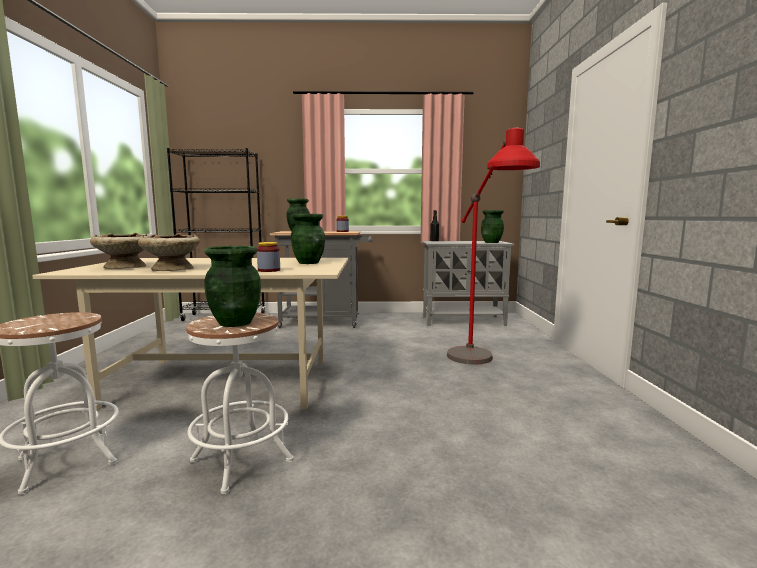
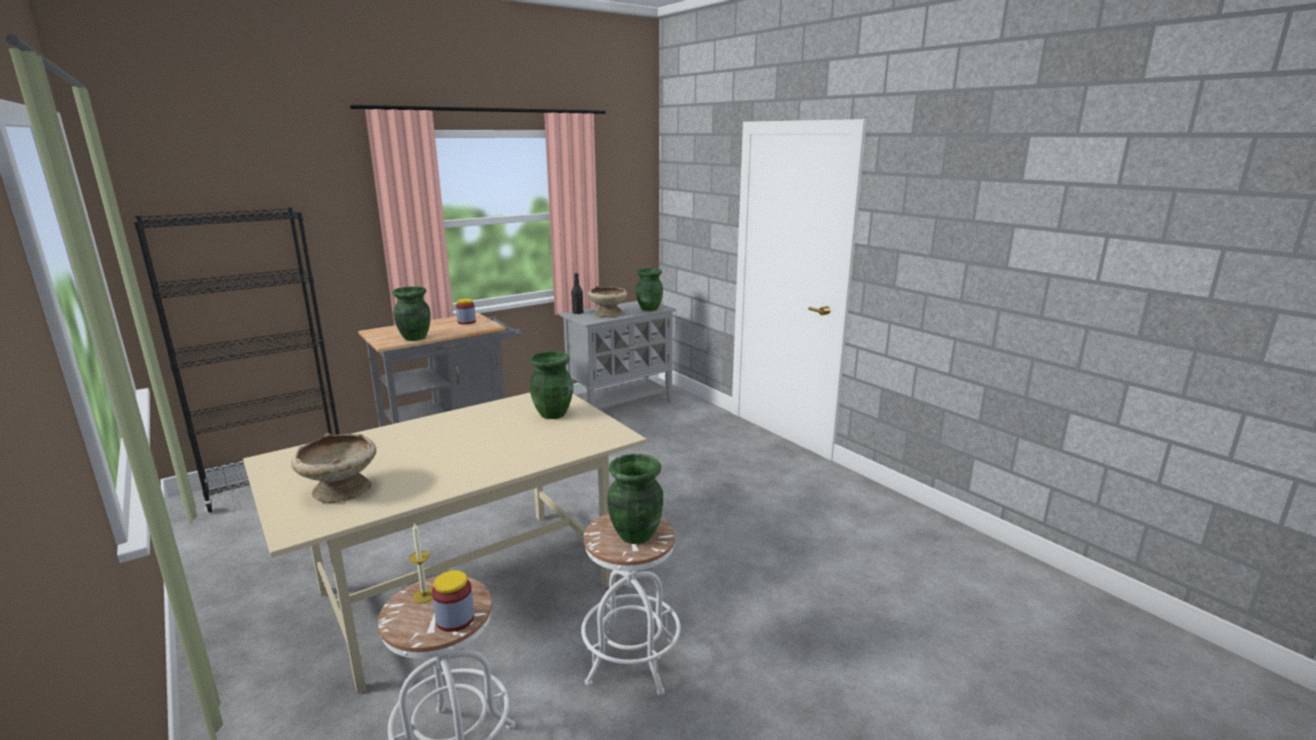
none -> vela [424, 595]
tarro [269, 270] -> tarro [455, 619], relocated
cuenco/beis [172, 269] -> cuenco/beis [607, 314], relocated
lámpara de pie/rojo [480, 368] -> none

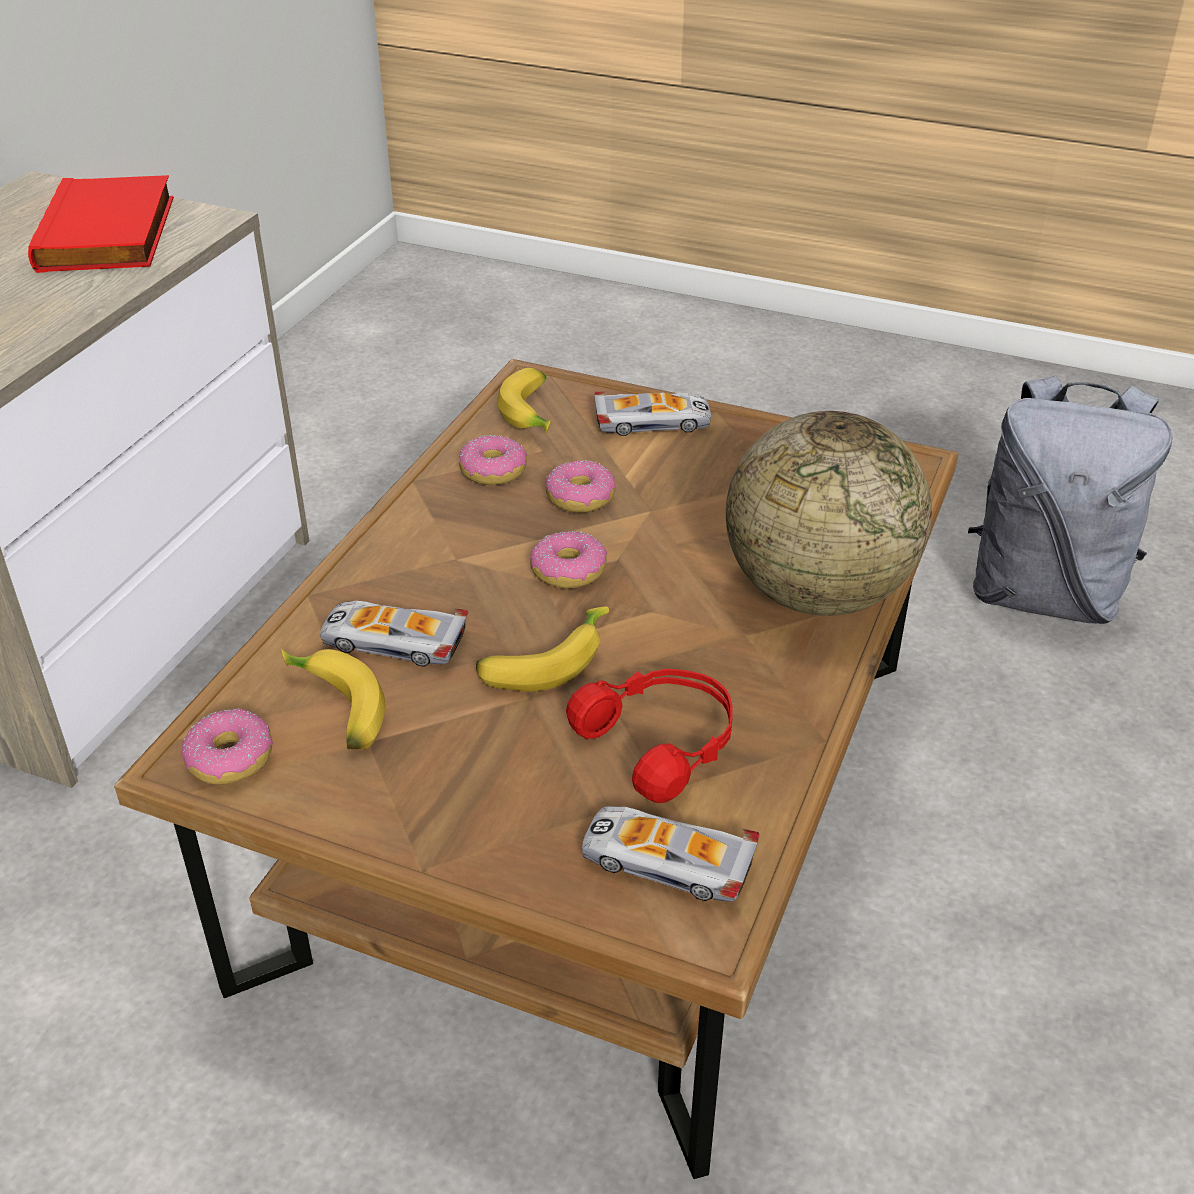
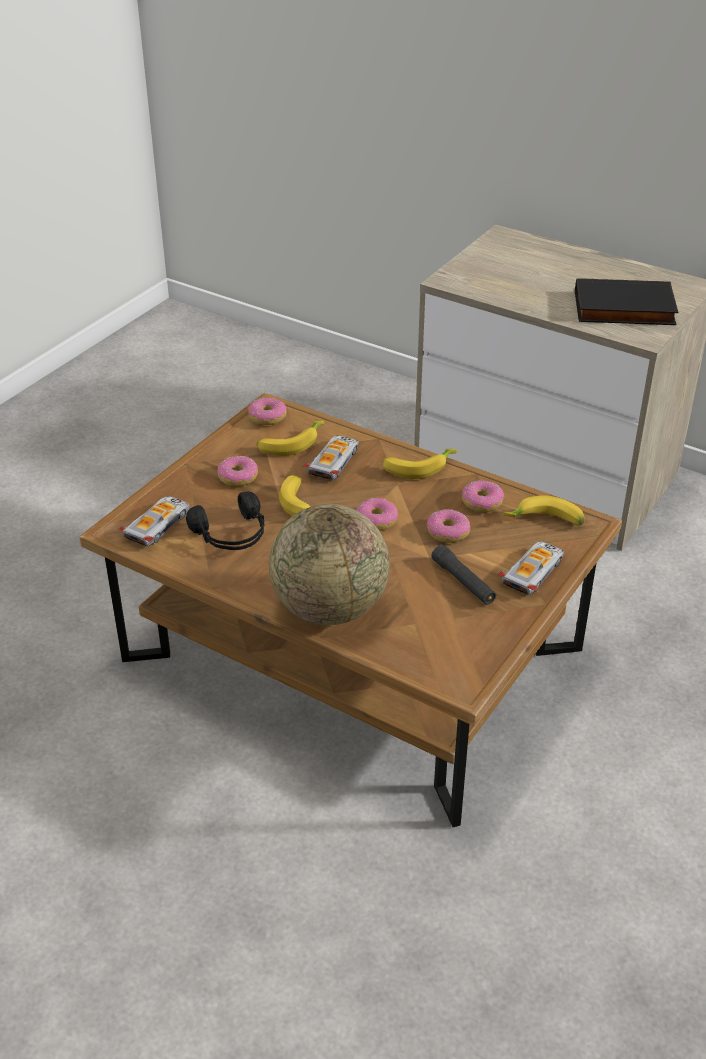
auriculares/rojo [661, 742] -> auriculares/negro [232, 535]
none -> rosquilla [238, 477]
none -> plátano [417, 467]
none -> linterna/negro [463, 582]
coche de juguete [652, 421] -> coche de juguete [533, 572], 150 degrees counterclockwise
libro/rojo [111, 234] -> libro/negro [623, 309]
mochila/gris [1043, 594] -> none

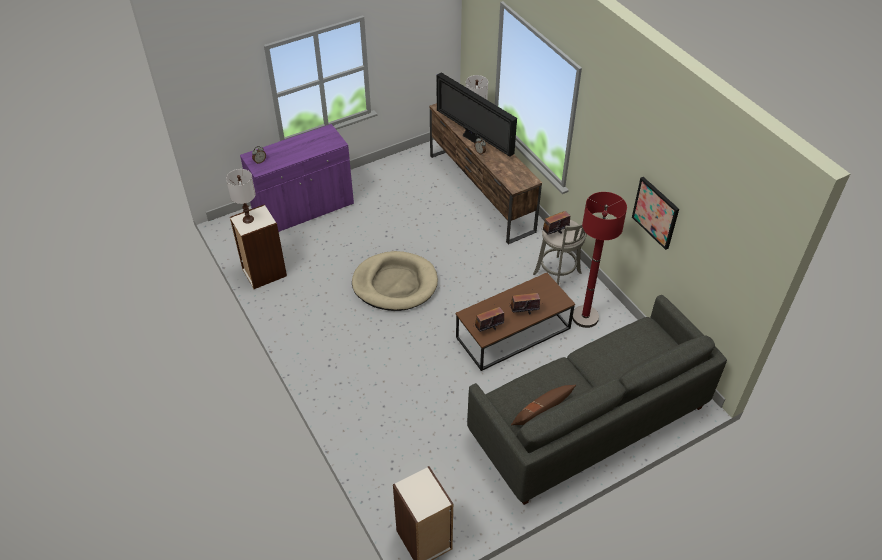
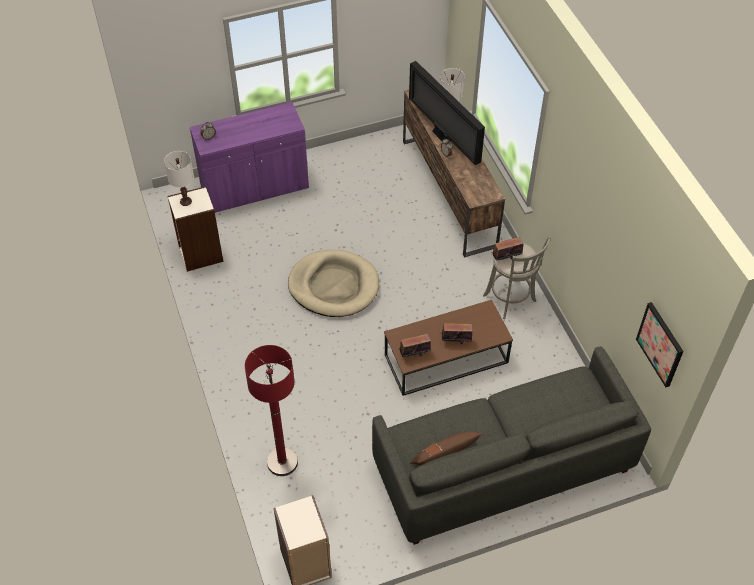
lámpara de pie/rojo [585, 317] -> lámpara de pie/rojo [282, 462], relocated
cuadro [656, 212] -> cuadro [660, 344], relocated

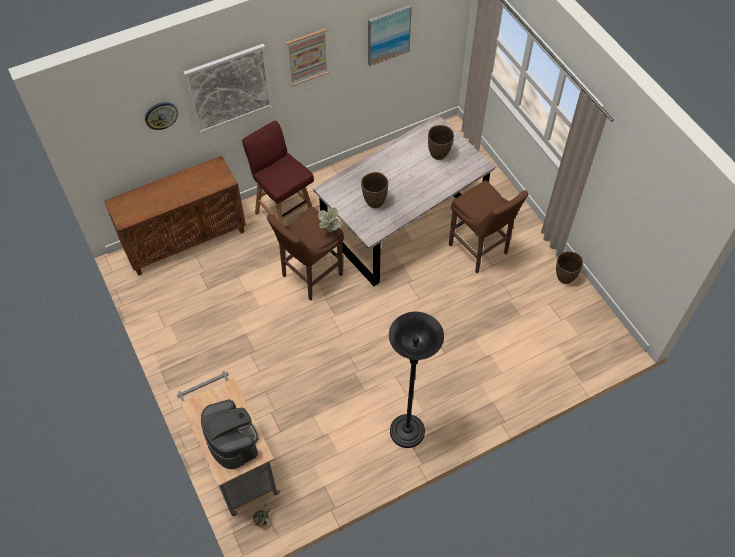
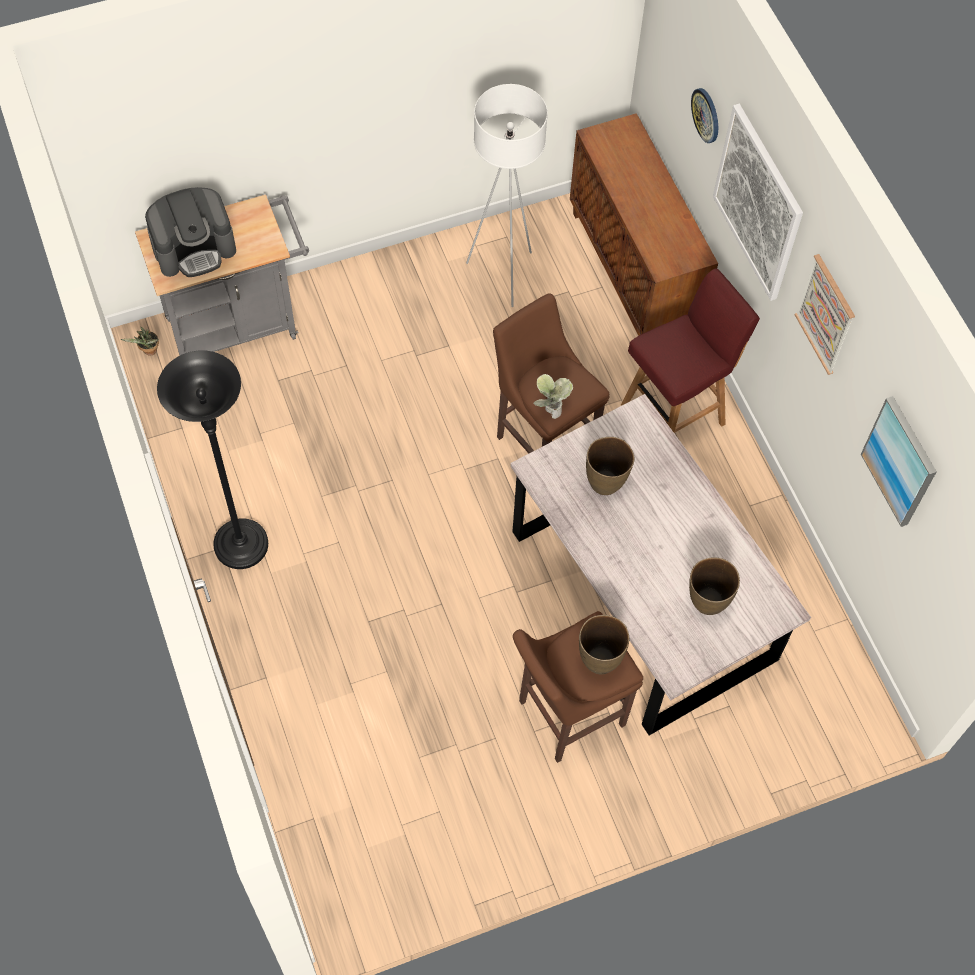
none -> lámpara de pie/blanco [503, 275]
florero/marrón [564, 278] -> florero/marrón [599, 660], relocated

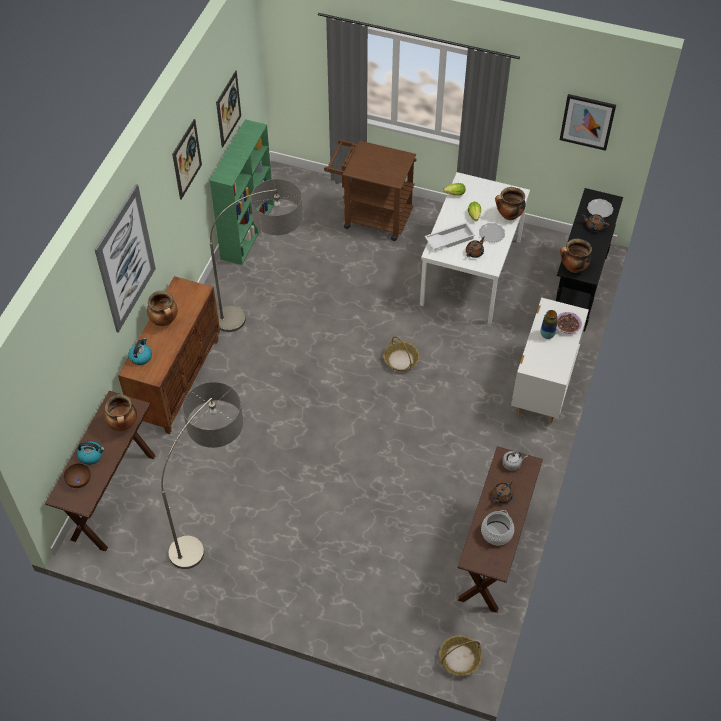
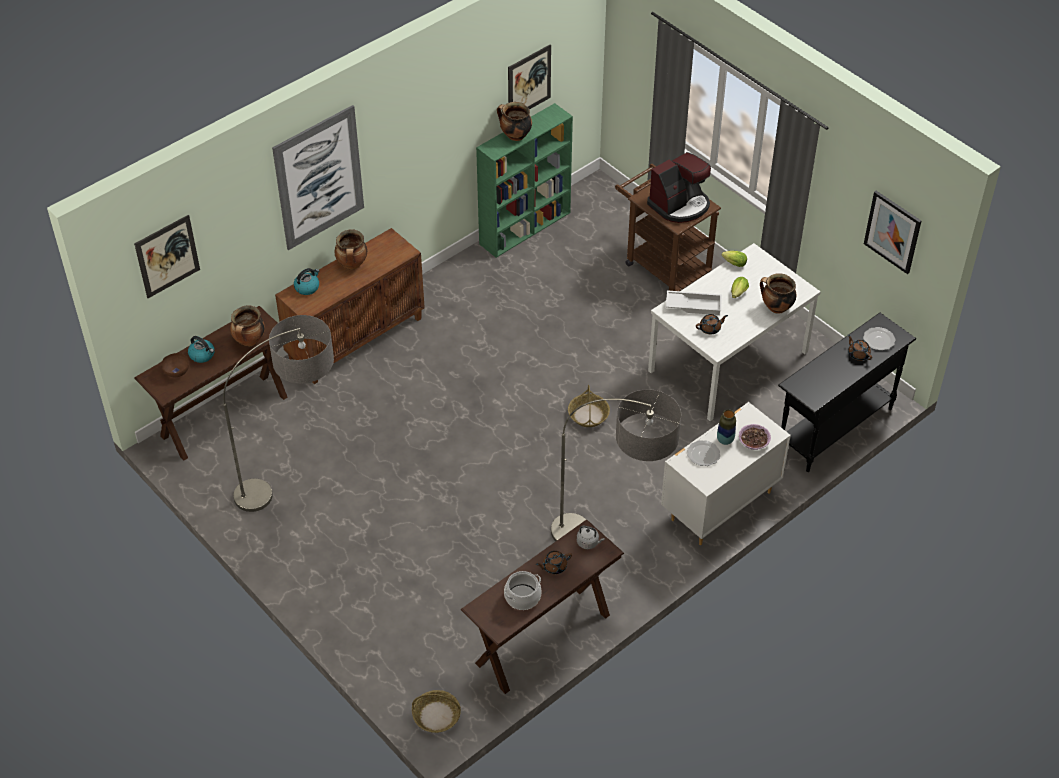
cuadro [187, 159] -> cuadro [167, 256], relocated
olla [573, 268] -> olla [515, 136], relocated
lámpara de pie [267, 315] -> lámpara de pie [615, 544], relocated
none -> cafetera [680, 205]
plato [491, 233] -> plato [703, 454], relocated

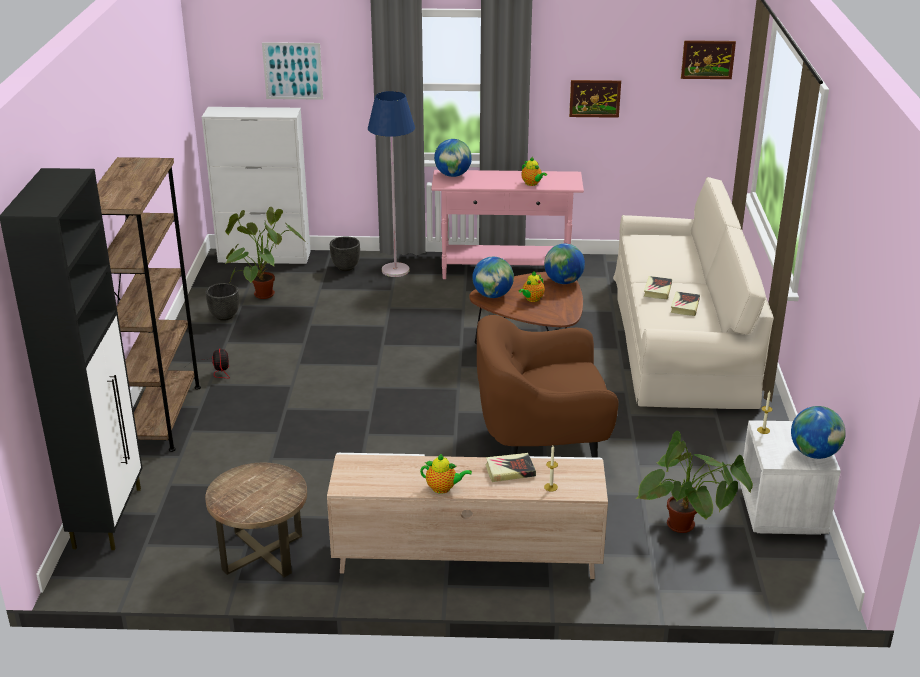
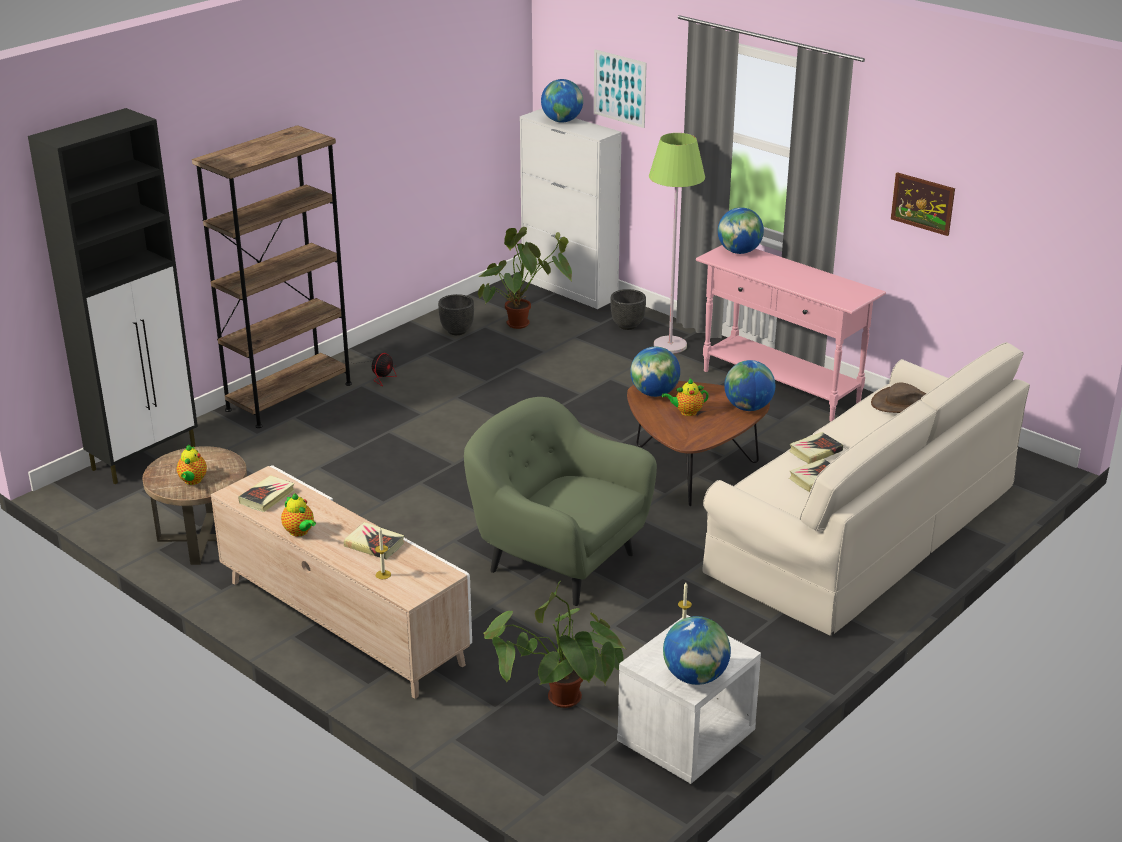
tetera [532, 184] -> tetera [192, 481], relocated
none -> libro [267, 497]
sillón/marrón [541, 441] -> sillón/verde [557, 560]
none -> globo terráqueo [562, 121]
lámpara de pie/azul [395, 270] -> lámpara de pie/verde [670, 345]
none -> sombrero/marrón [903, 405]
cuadro [707, 59] -> none

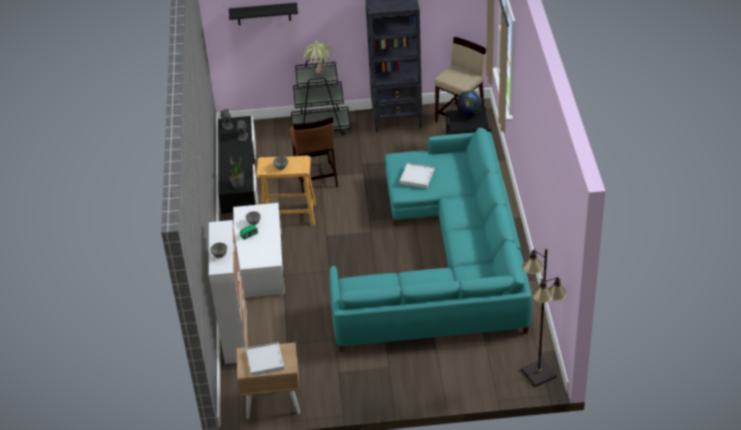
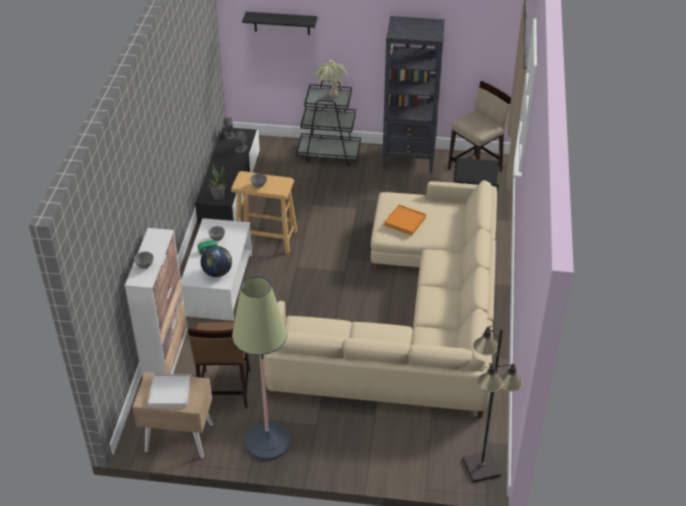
taburete/marrón [315, 178] -> taburete/marrón [224, 389], relocated
globo terráqueo [469, 113] -> globo terráqueo [217, 272], relocated
none -> lámpara de pie [267, 441]
sofá/turquesa [445, 261] -> sofá/beis [414, 318]
bandeja/blanco [417, 177] -> bandeja/naranja [405, 221]

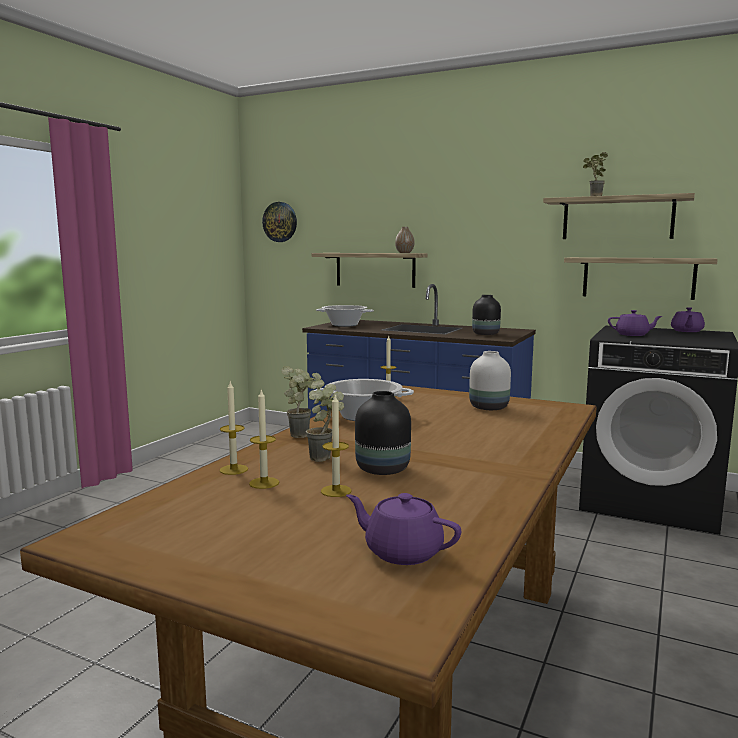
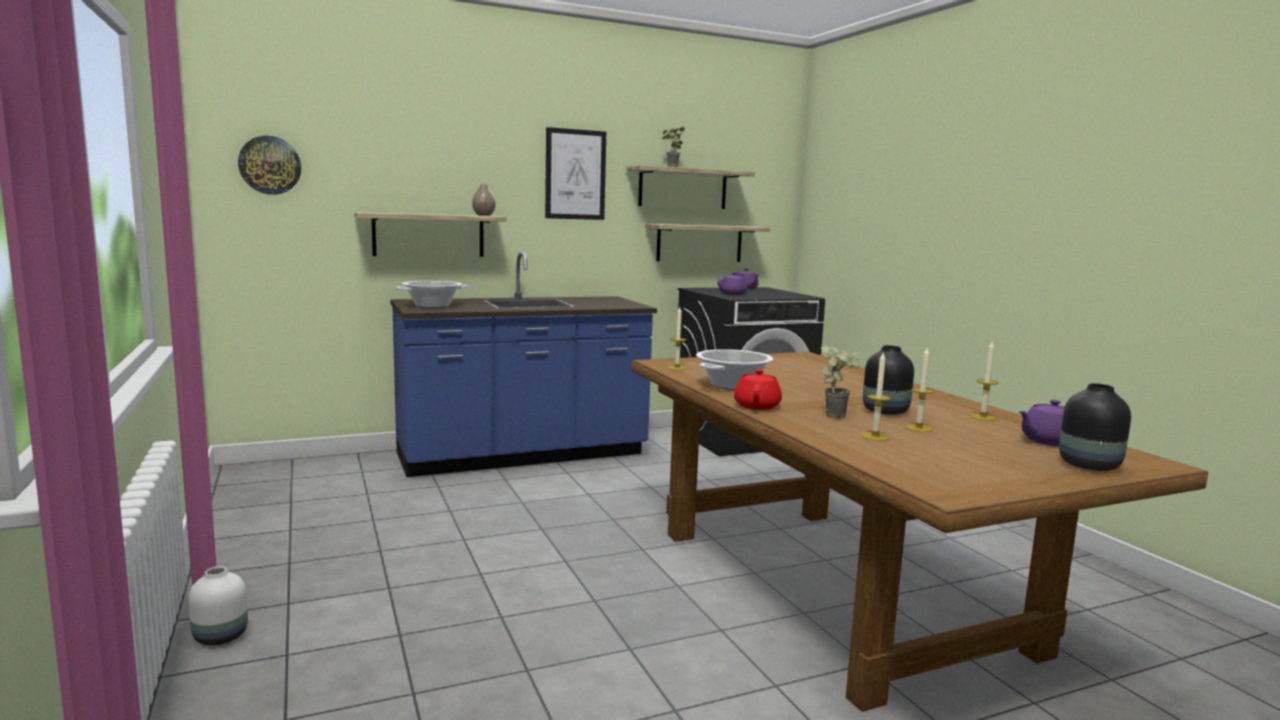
florero/blanco [487, 408] -> florero/blanco [219, 637], relocated
none -> cuadro [575, 174]
planta en maceta [303, 434] -> tetera/rojo [757, 406]
vela [233, 469] -> vela [983, 417], relocated
florero/negro [485, 334] -> florero/negro [1088, 466], relocated

